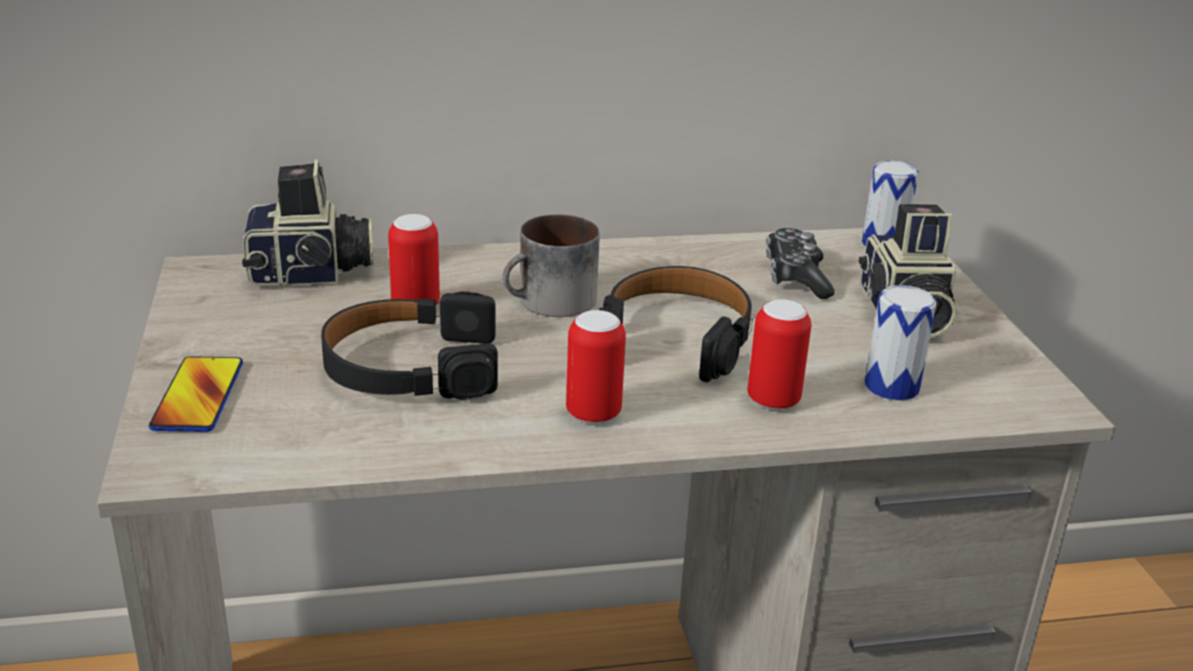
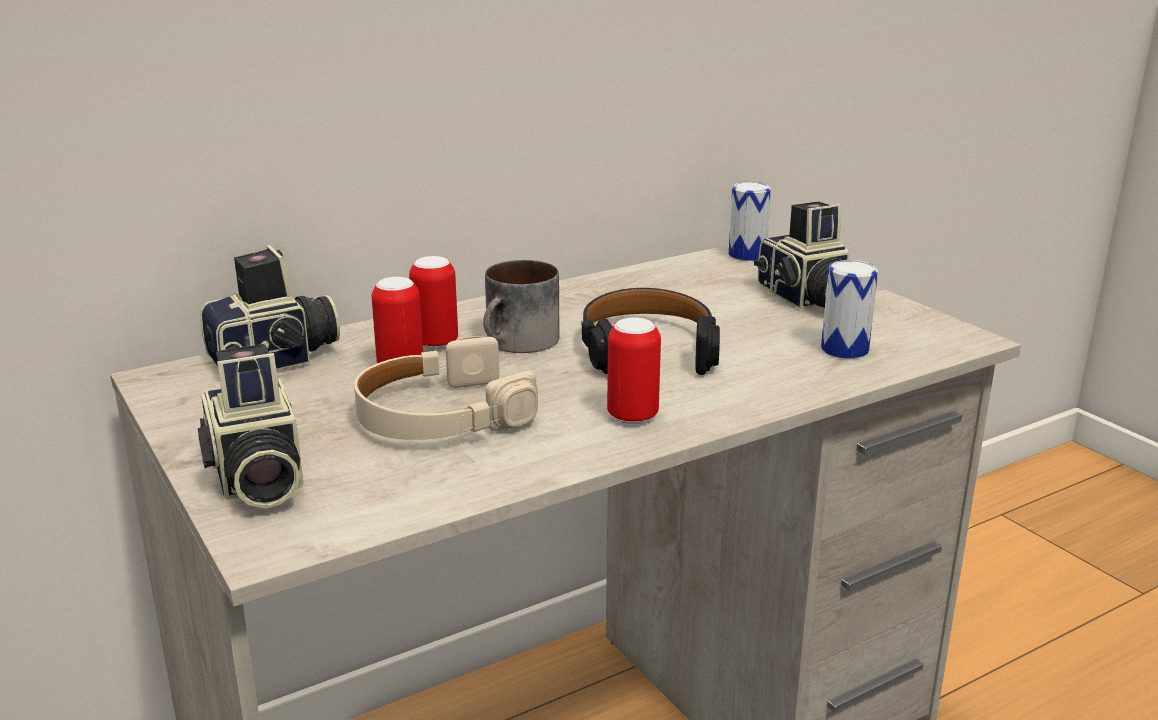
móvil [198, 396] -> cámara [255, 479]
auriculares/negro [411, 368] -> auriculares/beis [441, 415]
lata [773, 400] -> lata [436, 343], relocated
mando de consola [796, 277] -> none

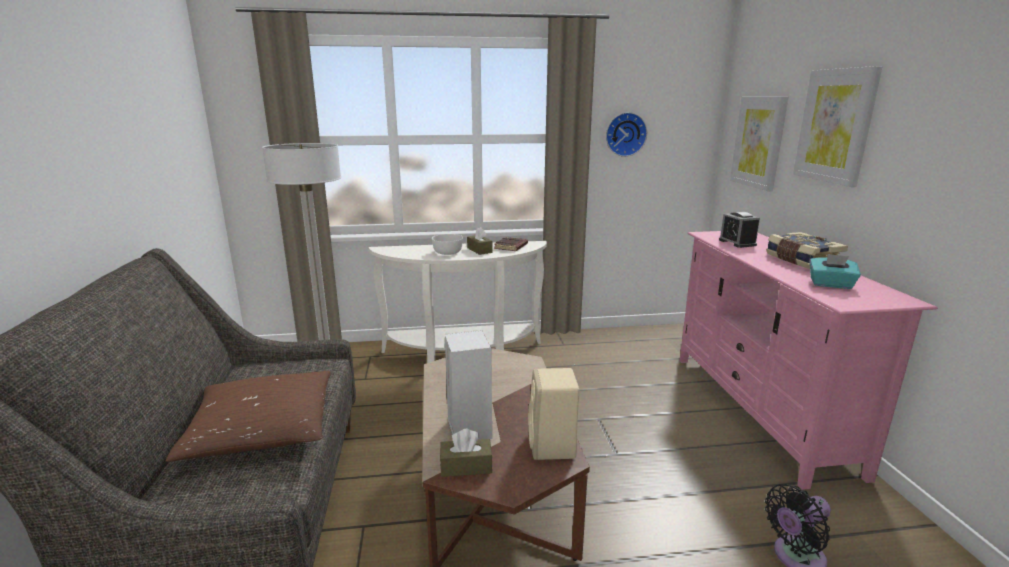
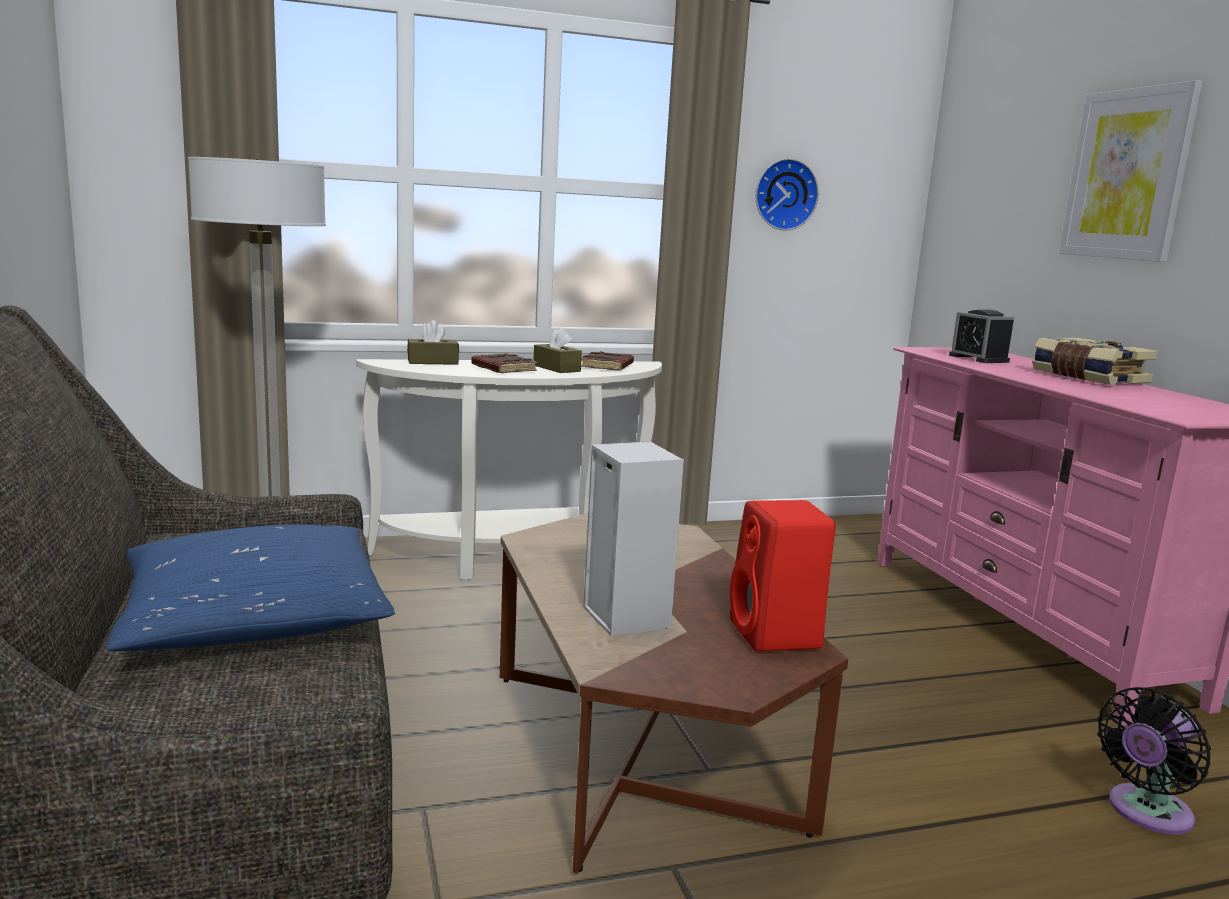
cojín/marrón [262, 429] -> cojín/azul [254, 618]
caja de pañuelos/marrón [466, 466] -> caja de pañuelos/marrón [433, 362], relocated
cuenco/blanco [447, 252] -> libro/marrón [502, 369]
altavoz/beis [552, 447] -> altavoz/rojo [776, 636]
cuadro [758, 142] -> none
caja de pañuelos/turquesa [831, 284] -> none

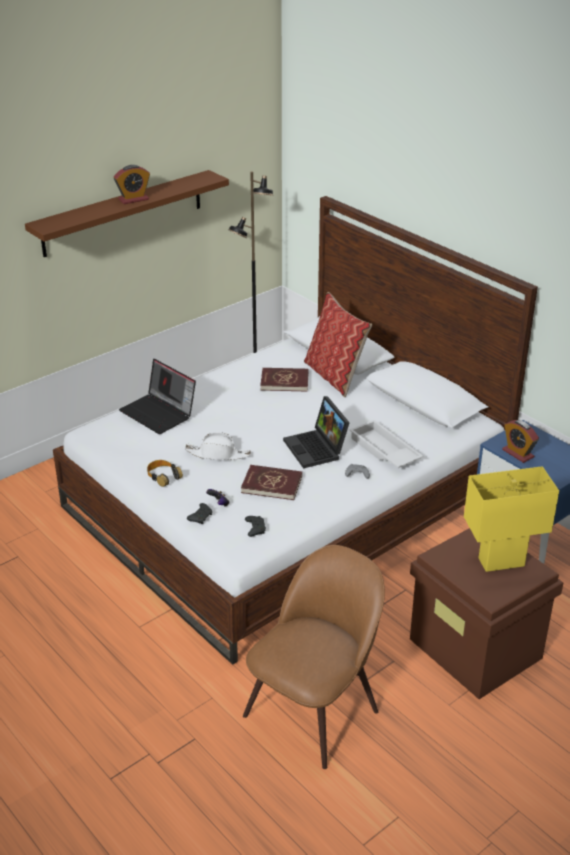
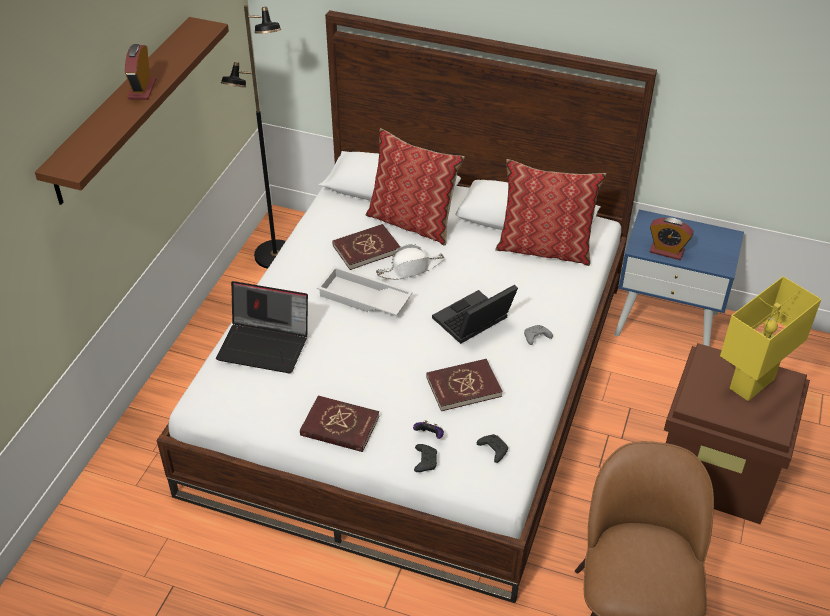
despertador [133, 199] -> despertador [142, 89], 150 degrees clockwise
auriculares [163, 476] -> libro/rojo [339, 426]
bandeja/blanco [383, 451] -> bandeja/blanco [363, 299], relocated
sombrero/blanco [218, 454] -> sombrero/blanco [410, 269], relocated
portátil [317, 449] -> portátil [473, 322], 105 degrees clockwise
none -> cojín [545, 248]

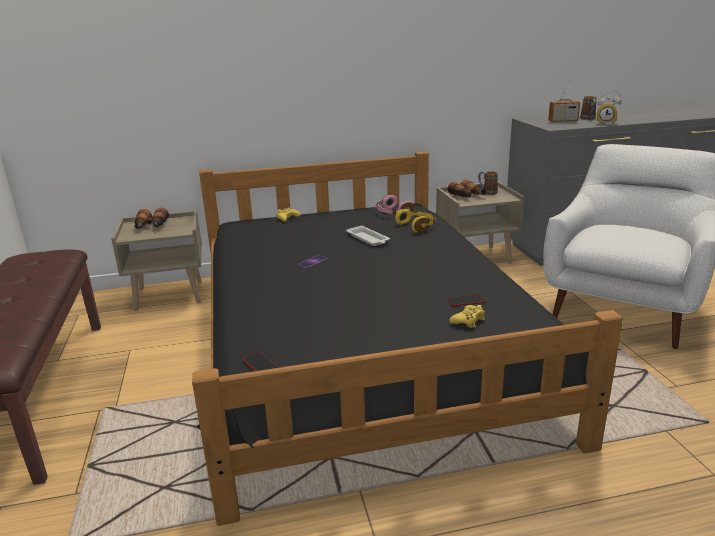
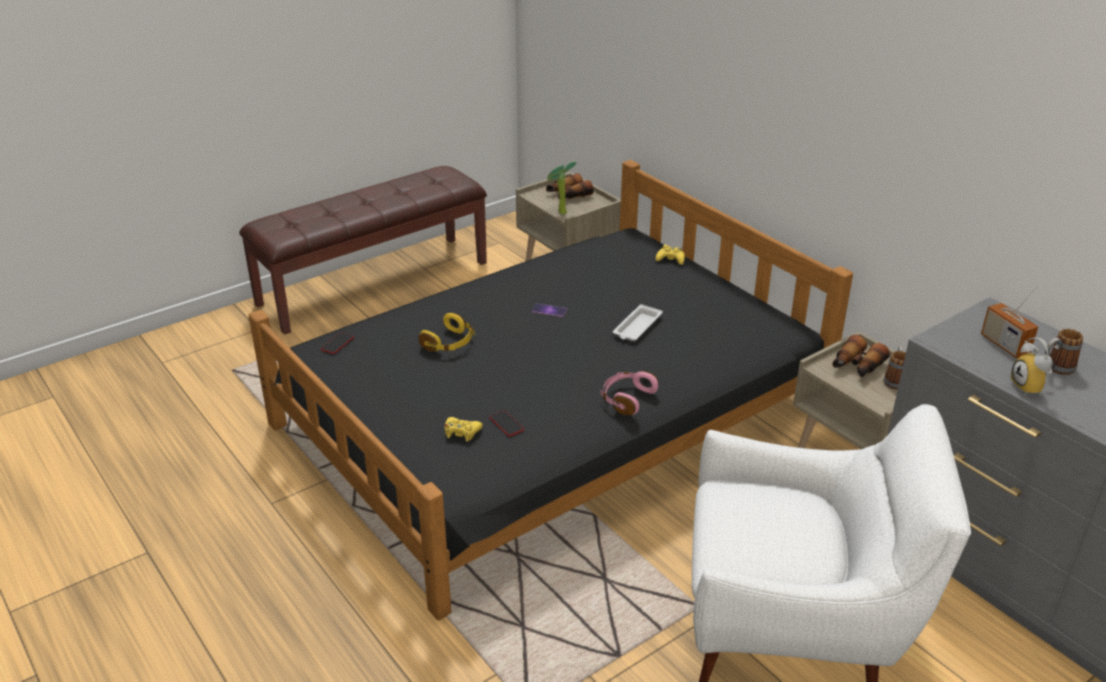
auriculares/amarillo [417, 226] -> auriculares/amarillo [449, 343], relocated
none -> planta en maceta [560, 212]
auriculares/rosa [392, 213] -> auriculares/rosa [626, 399], relocated

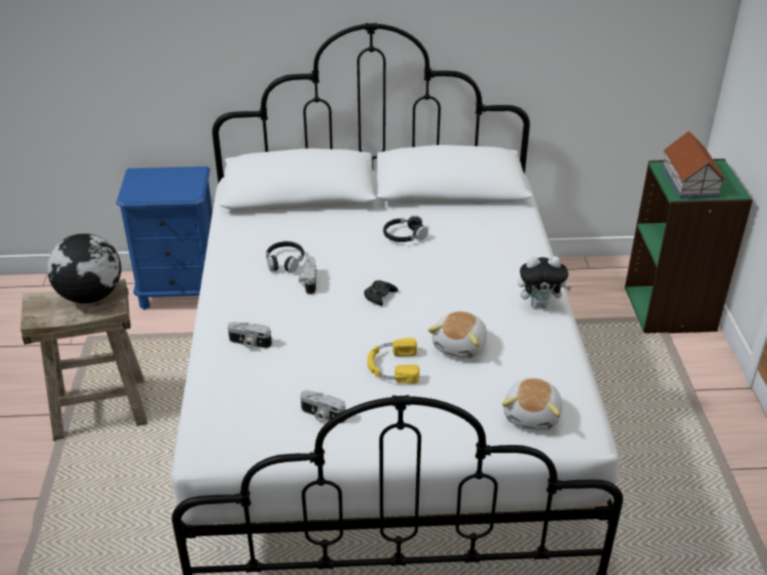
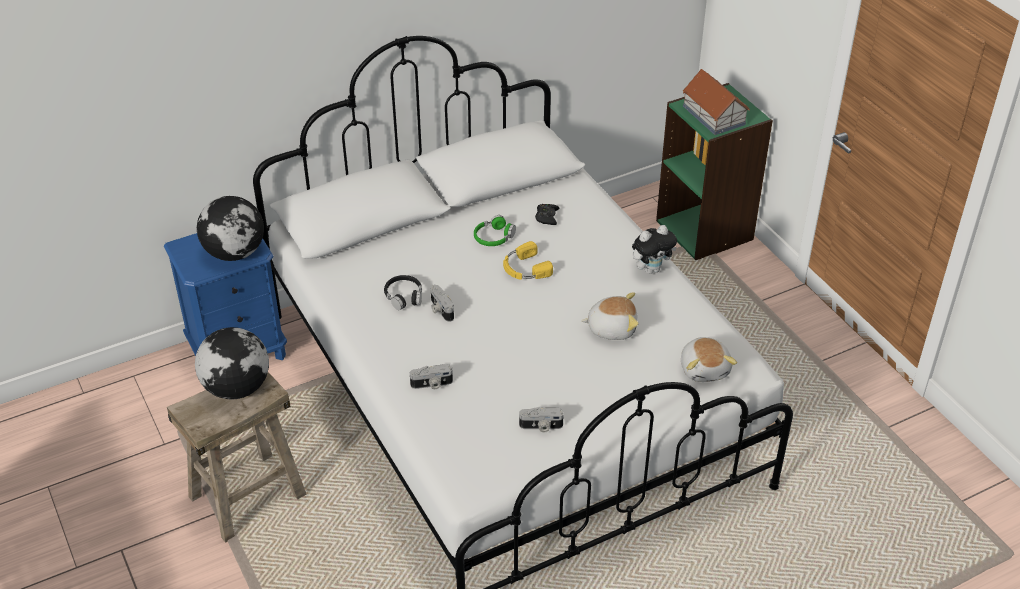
none -> globo terráqueo [235, 253]
auriculares/negro [404, 235] -> auriculares/verde [493, 237]
auriculares/amarillo [392, 366] -> auriculares/amarillo [524, 268], relocated
mando de consola/negro [380, 296] -> mando de consola/negro [547, 217], relocated
peluche [461, 346] -> peluche [611, 328], 90 degrees counterclockwise

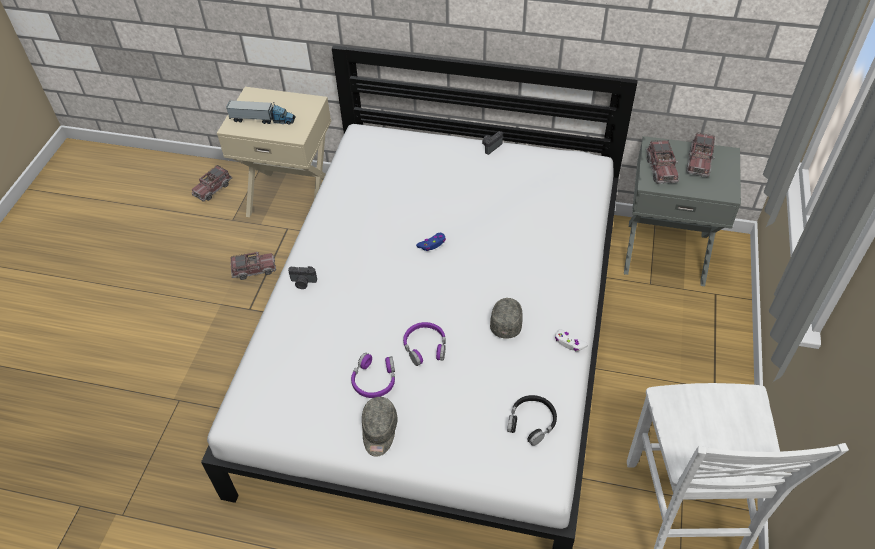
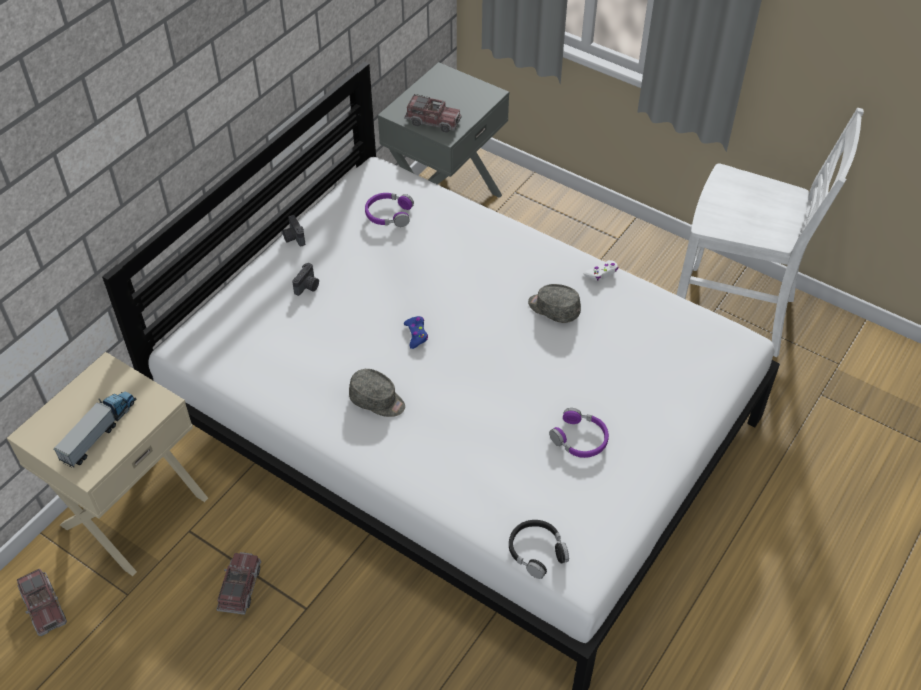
cámara [303, 283] -> cámara [308, 287], relocated
gorra/gris [379, 431] -> gorra/gris [377, 400], relocated
auriculares/morado [425, 347] -> auriculares/morado [388, 214], relocated
auriculares/negro [531, 422] -> auriculares/negro [537, 551], relocated
camión de juguete [699, 162] -> none

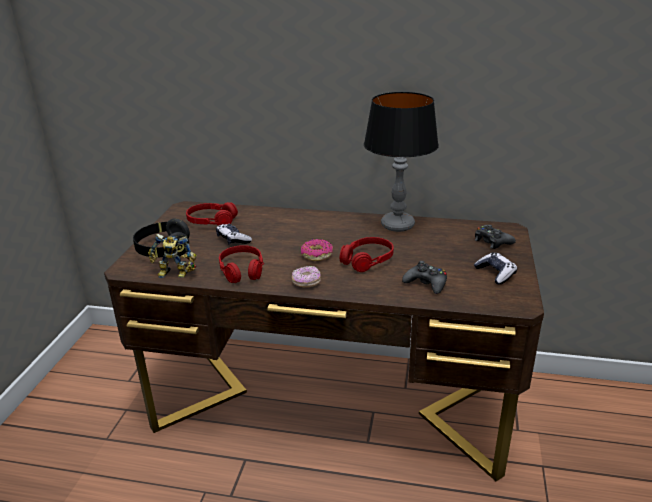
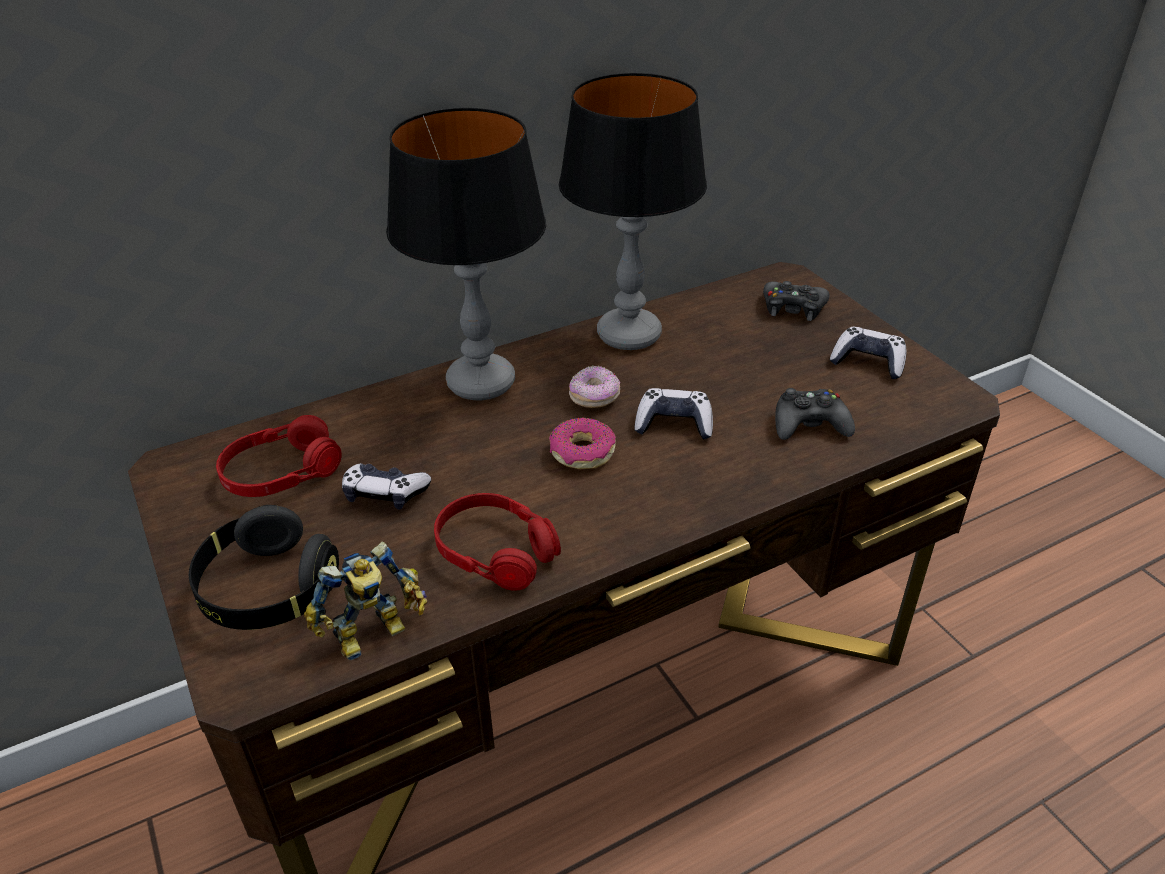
none -> lámpara de mesa [481, 383]
rosquilla [306, 283] -> rosquilla [594, 398], relocated
auriculares/rojo [367, 260] -> mando de consola [674, 424]

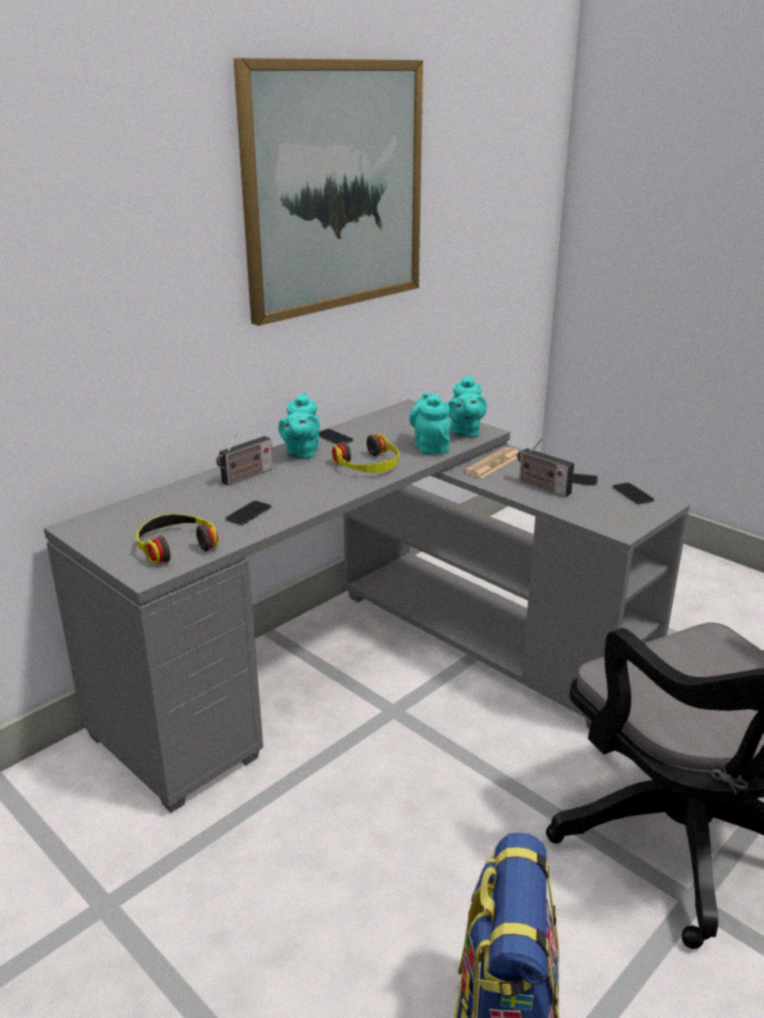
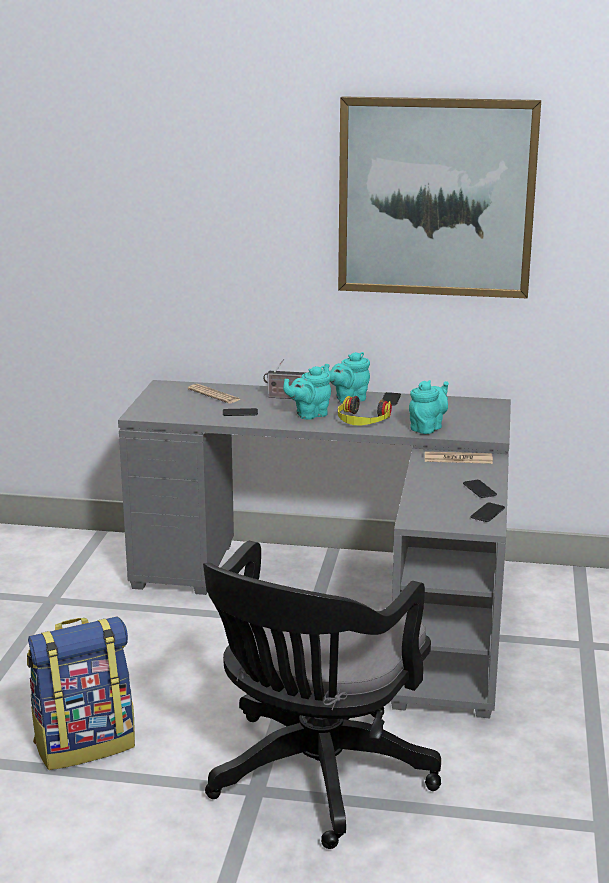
none -> periódico [214, 395]
tetera/turquesa [465, 432] -> tetera/turquesa [309, 415], relocated
auriculares [175, 545] -> none
radio [541, 486] -> none

